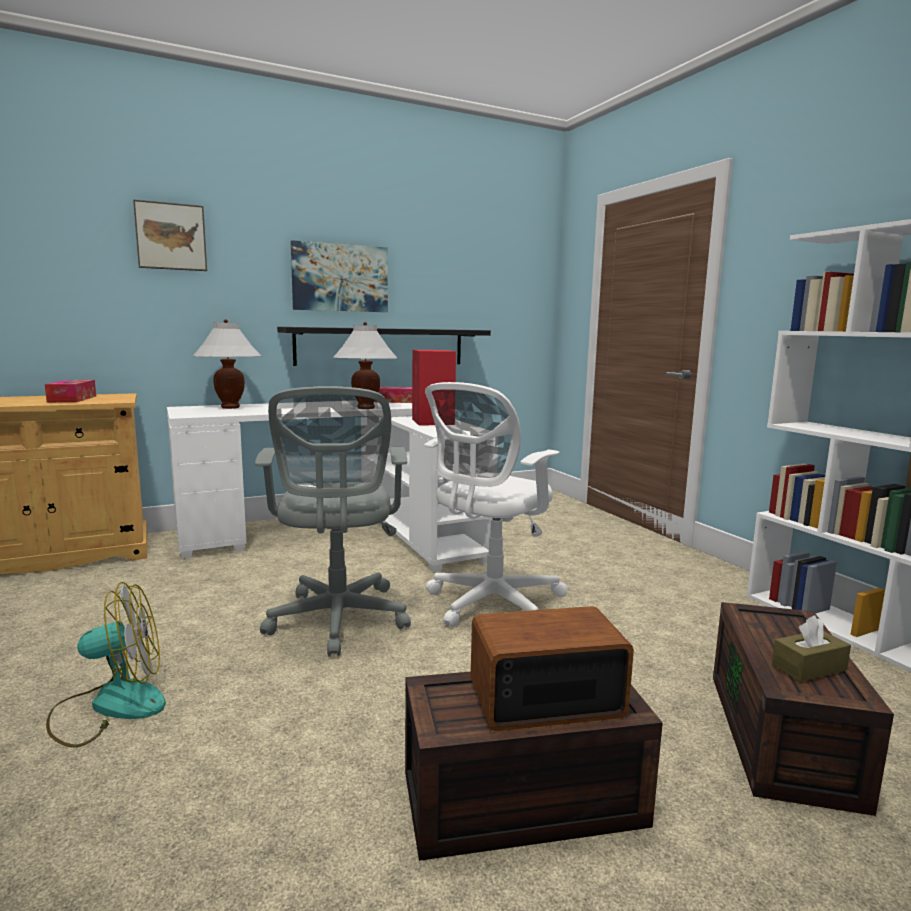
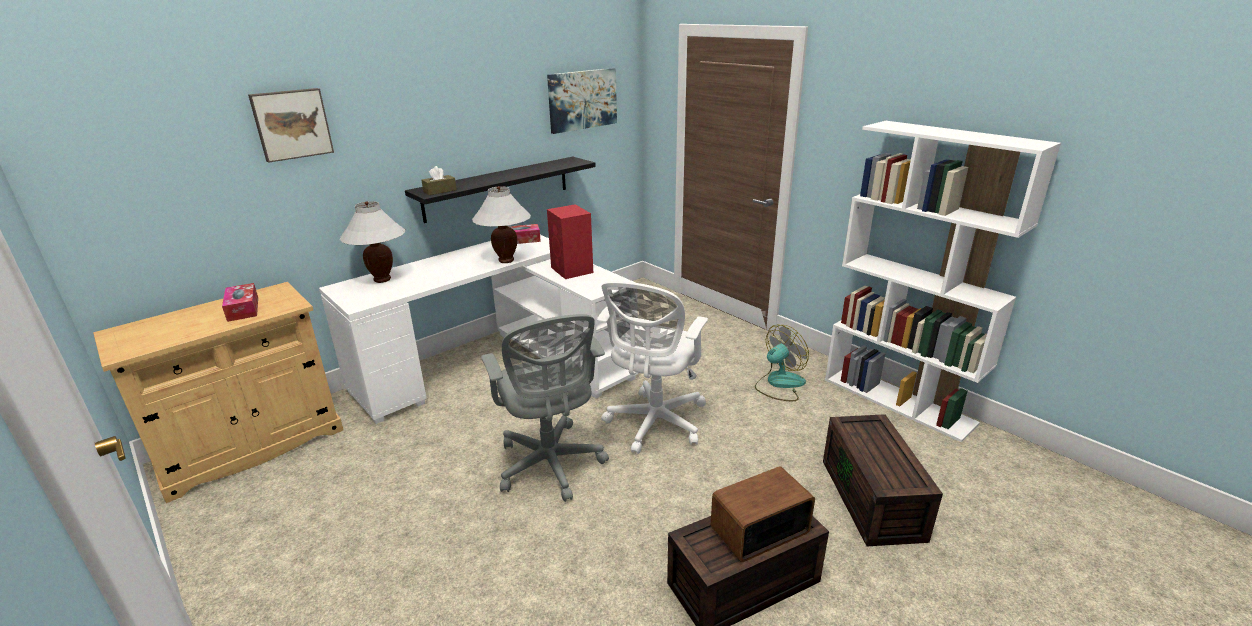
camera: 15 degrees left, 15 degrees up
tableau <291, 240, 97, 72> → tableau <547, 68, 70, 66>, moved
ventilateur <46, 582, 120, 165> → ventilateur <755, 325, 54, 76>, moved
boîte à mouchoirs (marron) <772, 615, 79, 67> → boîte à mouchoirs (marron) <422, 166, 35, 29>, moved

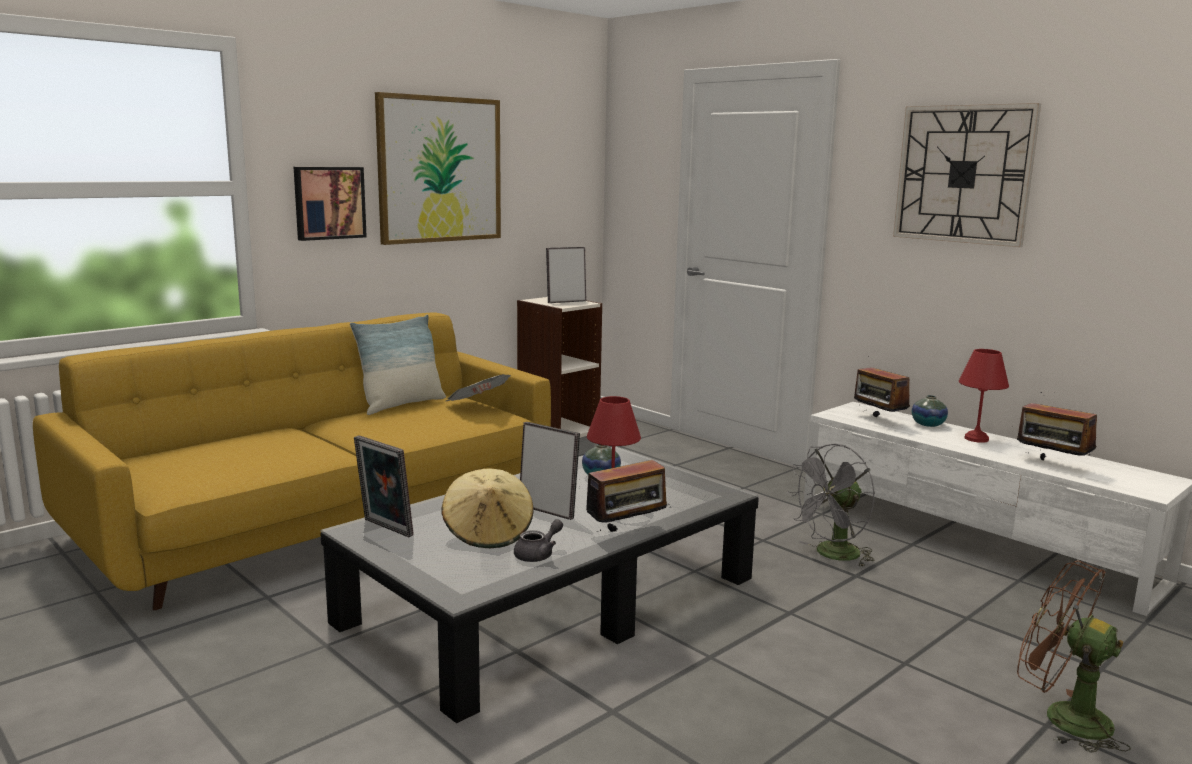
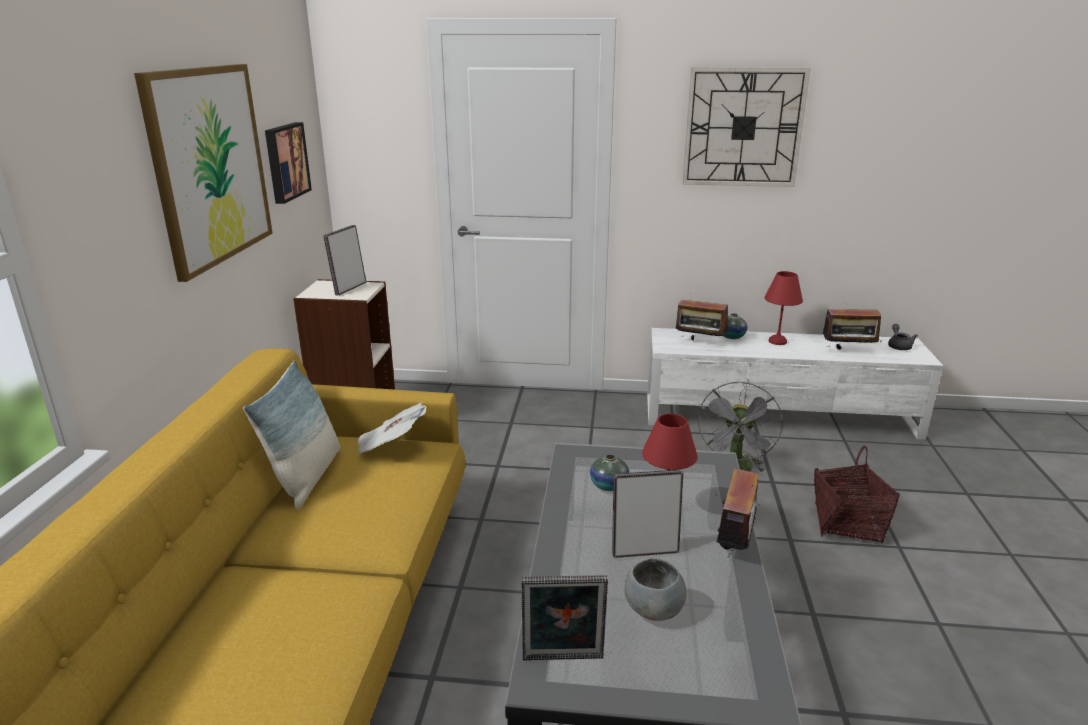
camera: 40 degrees left, 10 degrees up
tableau <294, 167, 73, 74> → tableau <265, 122, 47, 82>, moved
chapeau (beige) <441, 469, 92, 79> → bol (gris) <625, 558, 62, 63>
théière (gris) <514, 519, 49, 43> → théière (gris) <888, 324, 30, 26>, moved
ventilateur (marron) <1017, 560, 114, 193> → -
- → panier <814, 445, 86, 98>

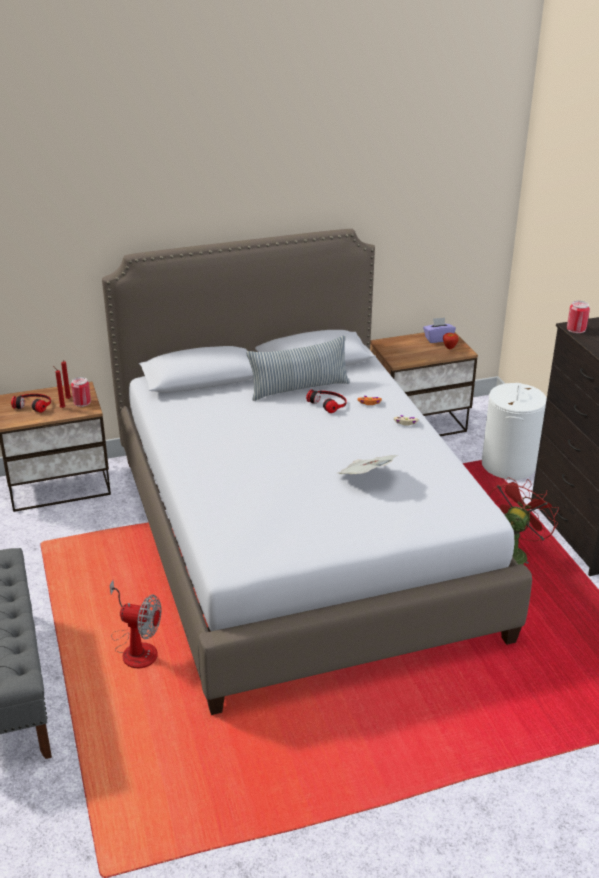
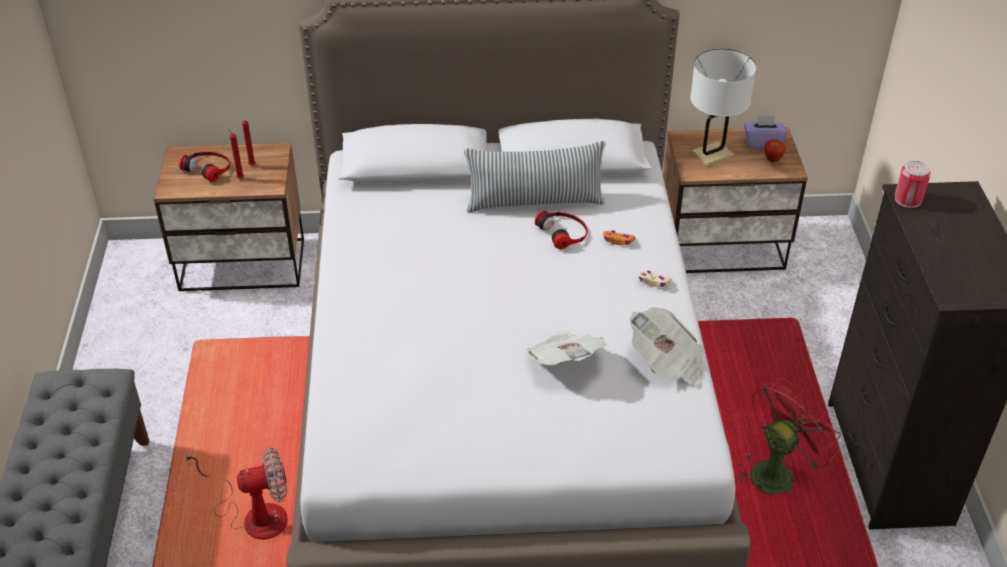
camera: 15 degrees right, 10 degrees up
boîte métallique <71, 377, 20, 30> → -
panier à linge (blanc) <482, 383, 65, 97> → -
ventilateur <110, 580, 51, 88> → ventilateur <184, 448, 104, 91>, 45 degrees counterclockwise
- → lampe de table (blanc) <690, 49, 66, 118>
- → journal <630, 307, 74, 78>

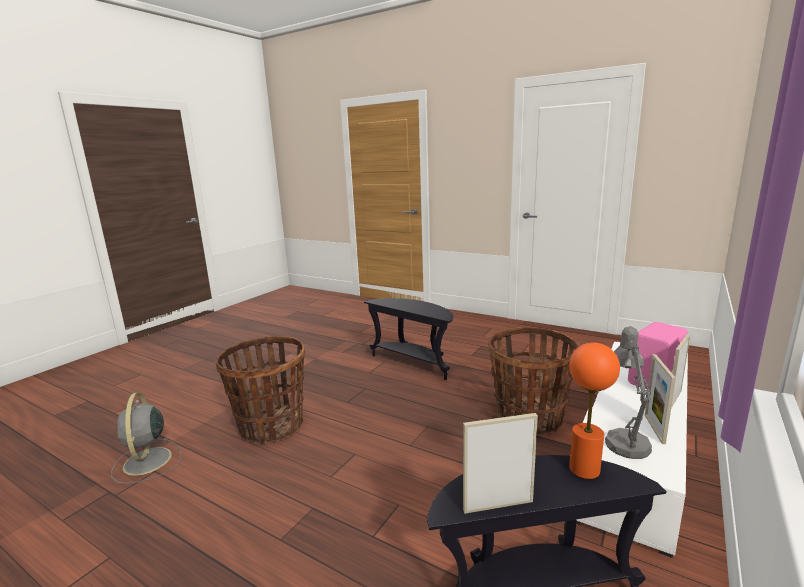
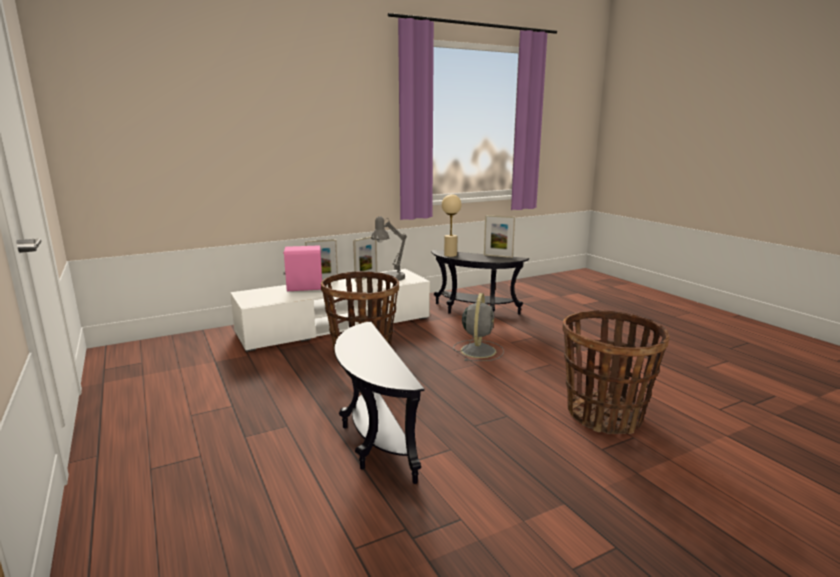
camera: 150 degrees left, 0 degrees up
lampe de table (orange) <569, 342, 51, 137> → lampe de table (beige) <442, 194, 19, 63>
ventilateur (gris) <111, 392, 71, 92> → ventilateur (gris) <453, 293, 51, 68>, moved

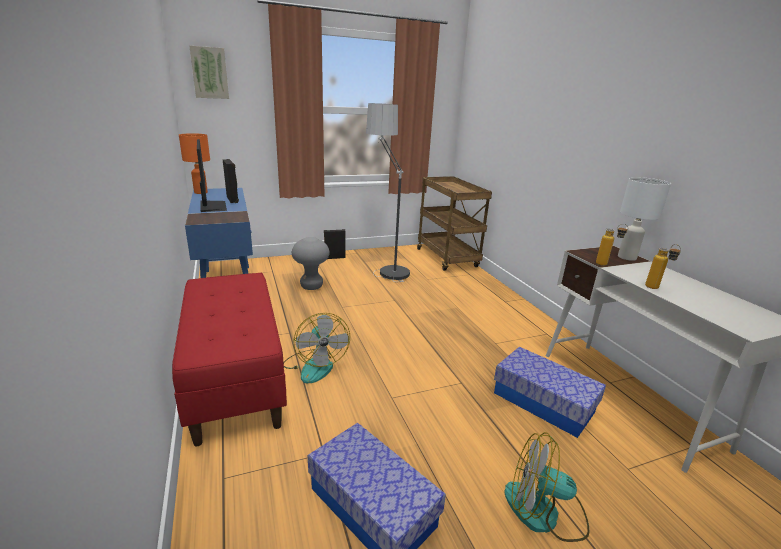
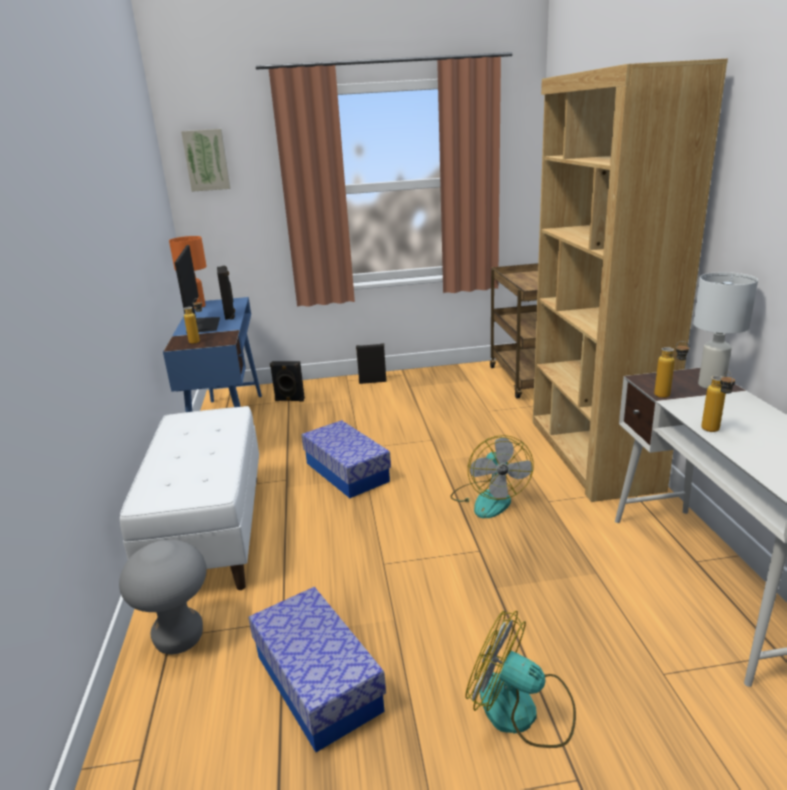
camera: 15 degrees right, 0 degrees up
lampadaire <366, 103, 44, 179> → -
tabouret (gris) <292, 237, 38, 53> → tabouret (gris) <119, 539, 87, 115>, moved
banc (rouge) <172, 273, 115, 174> → banc (blanc) <120, 406, 139, 184>
ventilateur <284, 313, 66, 70> → ventilateur <450, 435, 83, 83>, moved
boîte de rangement <494, 347, 112, 91> → boîte de rangement <302, 420, 89, 78>, moved
- → bibliothèque (marron) <533, 58, 195, 444>
- → bouteille <184, 298, 18, 46>
- → enceinte (noir) <270, 361, 35, 40>

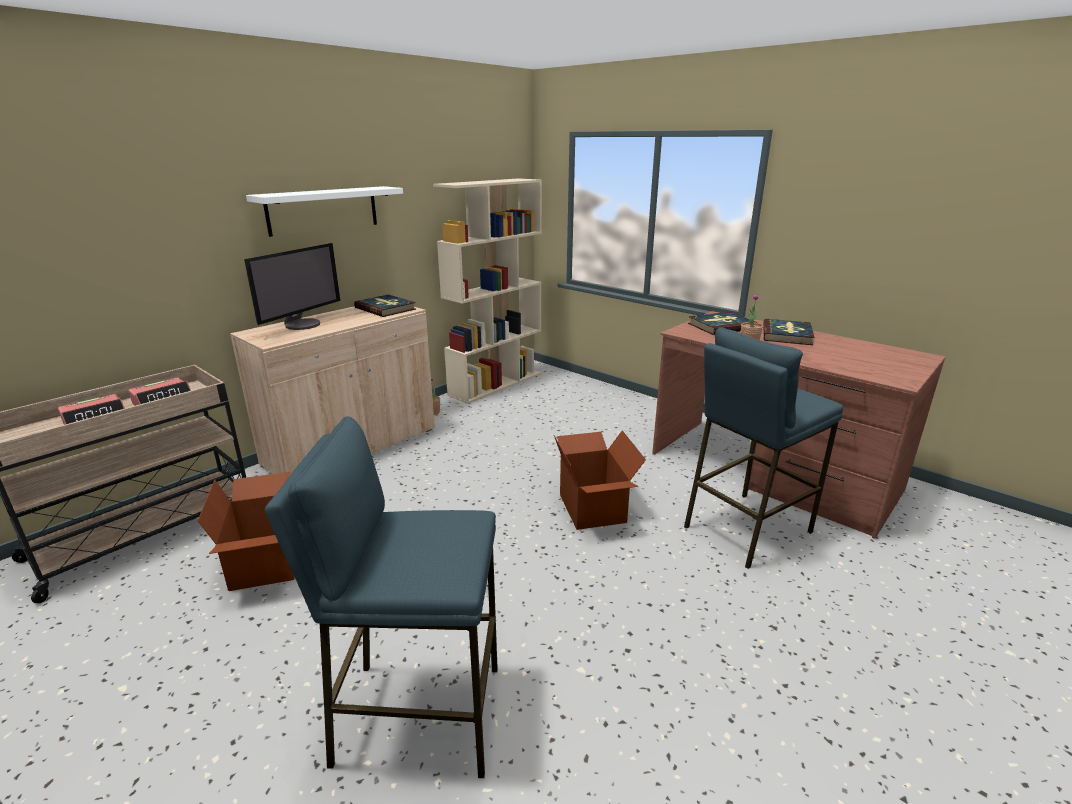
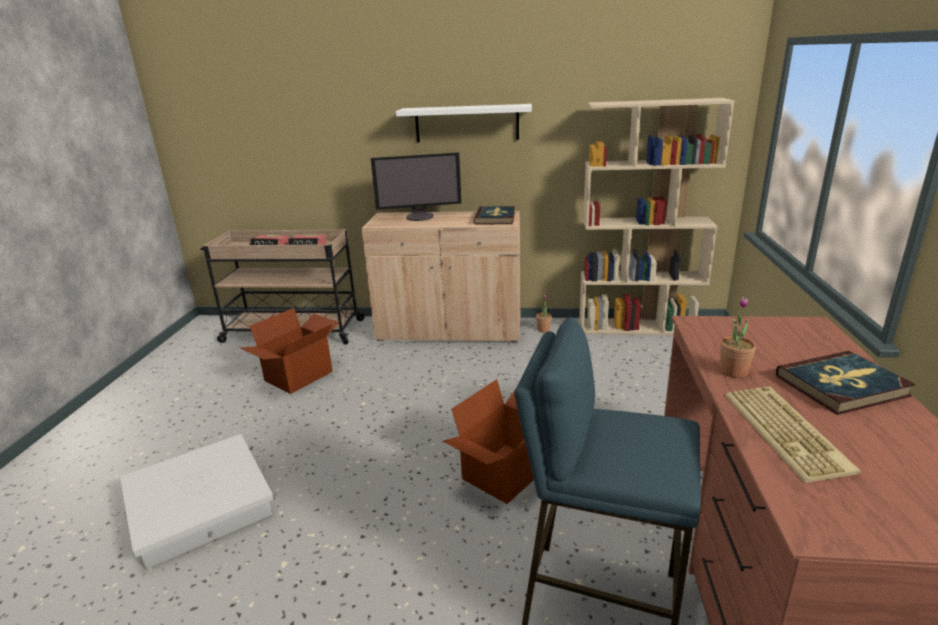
camera: 55 degrees right, 0 degrees up
livre <688, 312, 69, 23> → -
tabouret (bleu) <265, 416, 233, 362> → boîte de rangement (blanc) <120, 434, 154, 135>
- → clavier <725, 386, 136, 97>

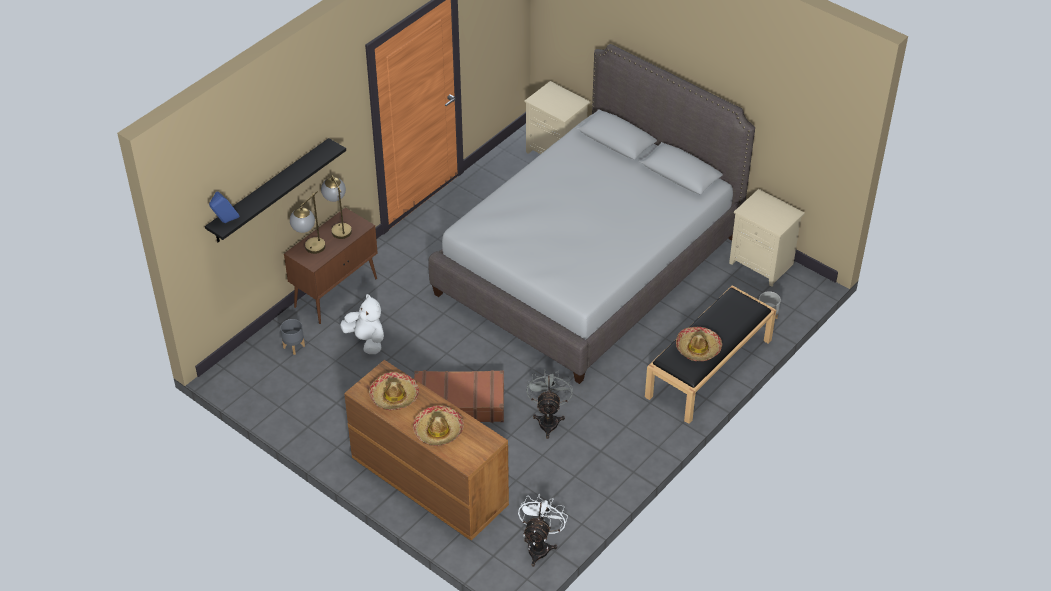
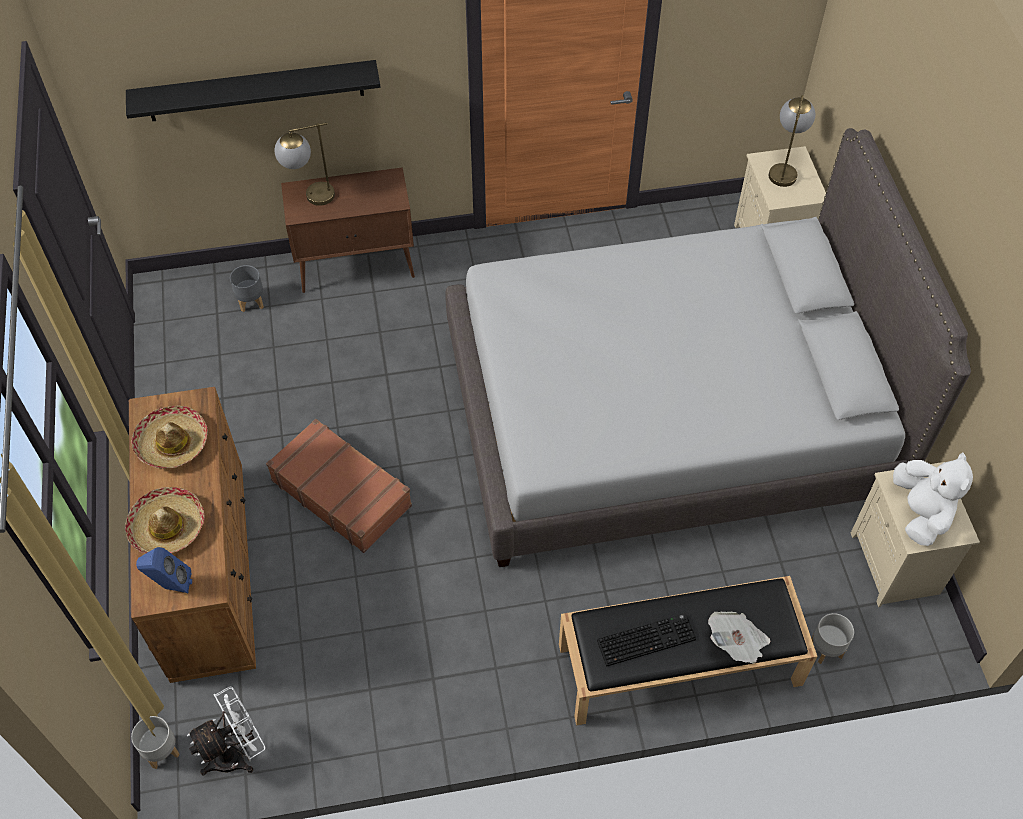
camera: 40 degrees right, 10 degrees up
lampe de table <321, 175, 31, 64> → lampe de table <769, 95, 46, 92>, moved
enceinte (bleu) <209, 192, 30, 31> → enceinte (bleu) <136, 547, 56, 46>, moved
peluche (blanc) <340, 294, 44, 60> → peluche (blanc) <893, 453, 80, 93>, moved
chapeau <676, 327, 46, 34> → clavier <597, 613, 99, 53>
ventilateur (gris) <527, 369, 46, 70> → -
- → journal <708, 612, 63, 52>
- → cache-pot (gris) <131, 716, 48, 53>

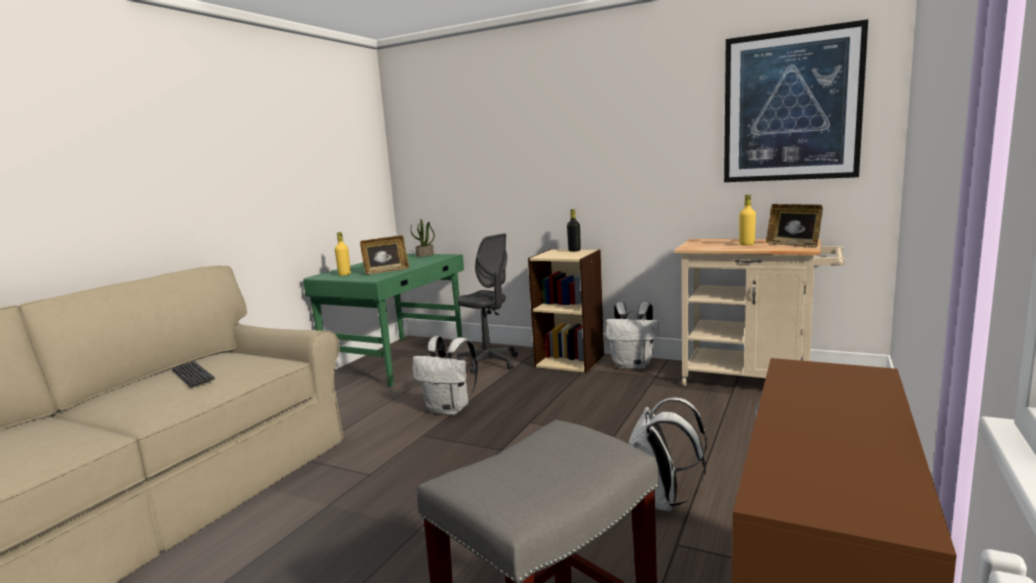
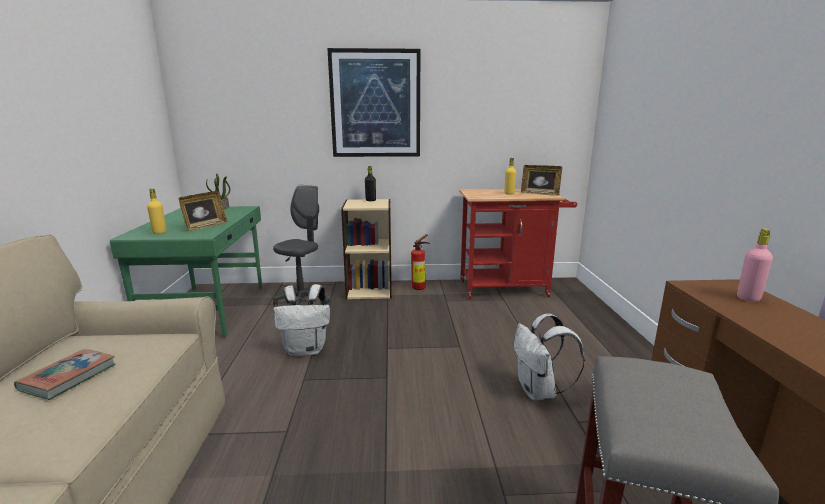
camera: 30 degrees left, 5 degrees up
tableau <724, 19, 144, 163> → tableau <327, 48, 93, 109>, moved
chaise de bureau (gris) <457, 233, 61, 141> → chaise de bureau (gris) <273, 185, 57, 121>, 75 degrees counterclockwise
chariot (beige) <674, 239, 172, 147> → chariot (rouge) <459, 189, 118, 110>
sac à dos (blanc) <606, 302, 53, 67> → extincteur <411, 234, 19, 56>
clavier <172, 361, 43, 27> → livre <14, 349, 102, 51>
- → bouteille (rose) <737, 228, 36, 74>

